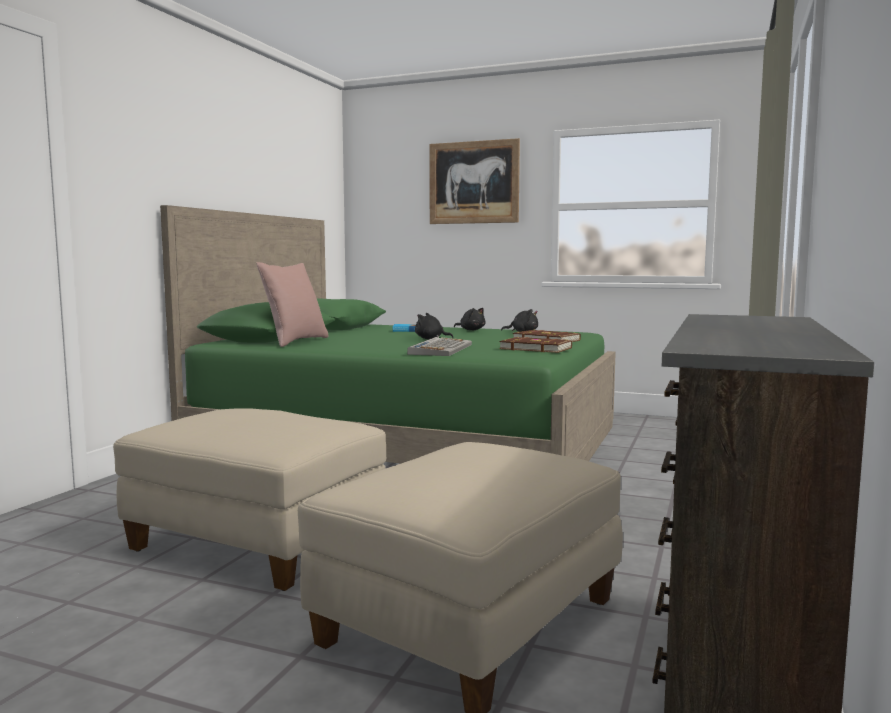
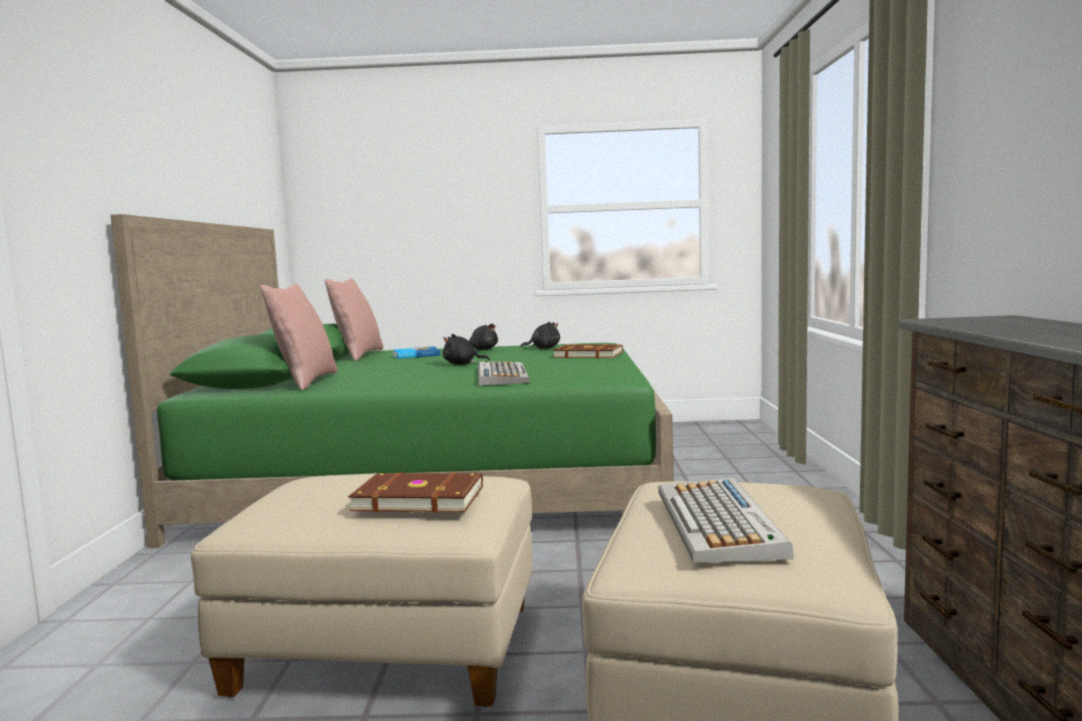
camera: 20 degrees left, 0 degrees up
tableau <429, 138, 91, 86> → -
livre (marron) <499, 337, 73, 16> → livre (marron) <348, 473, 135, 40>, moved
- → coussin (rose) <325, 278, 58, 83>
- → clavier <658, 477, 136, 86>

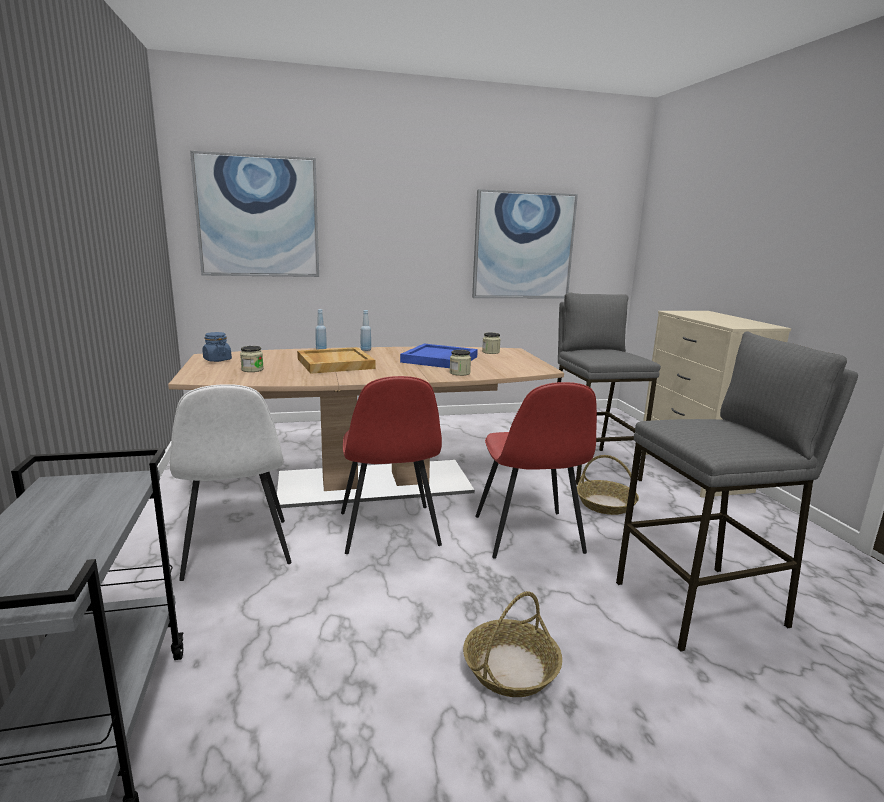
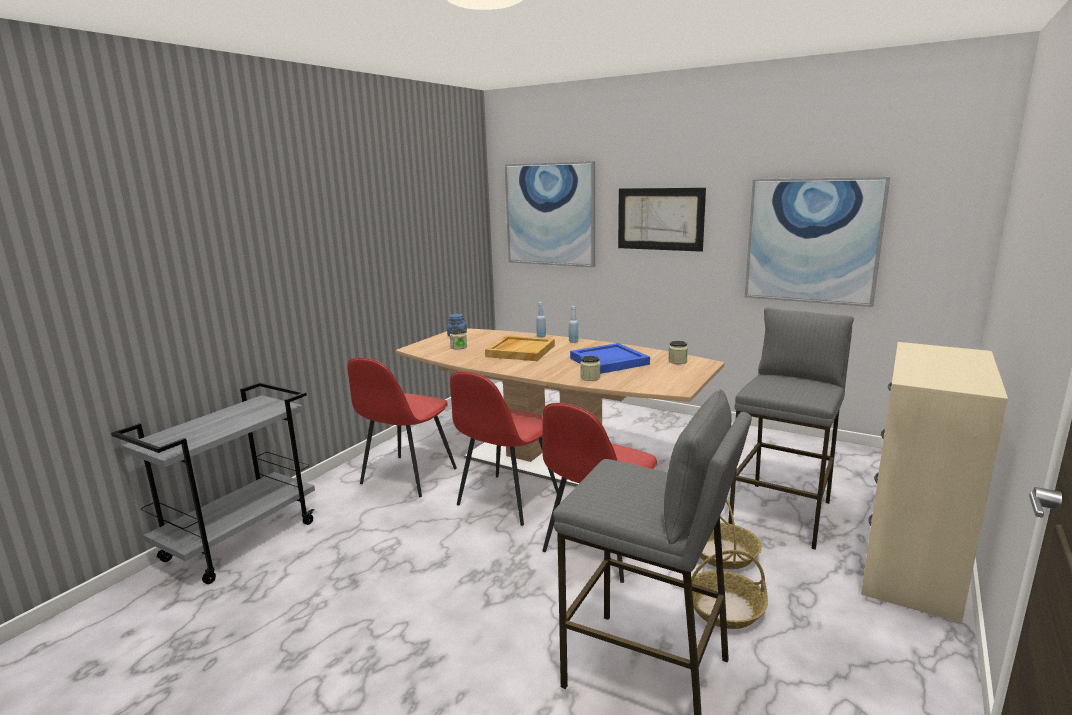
camera: 45 degrees right, 0 degrees up
chaise (blanc) <170, 384, 122, 197> → chaise (rouge) <347, 358, 110, 139>
panier <463, 591, 99, 106> → panier <691, 550, 77, 79>, moved
- → tableau <618, 188, 88, 64>

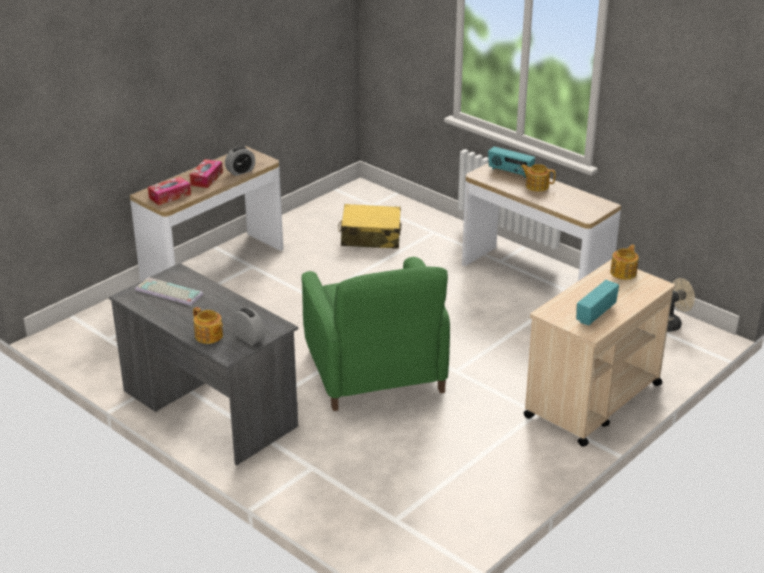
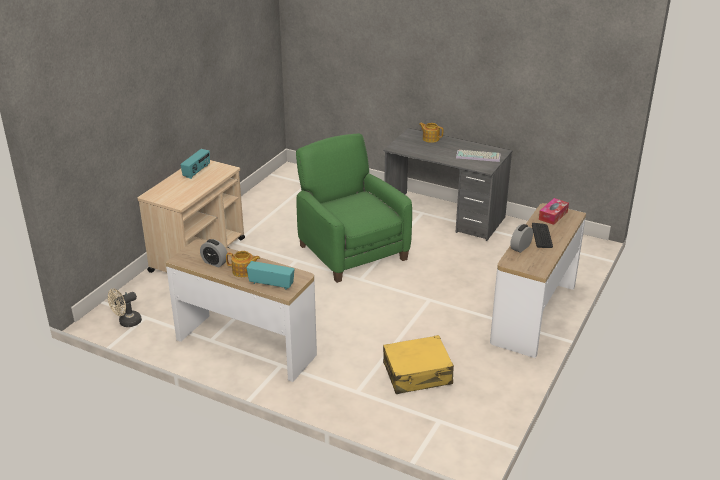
camera: 165 degrees right, 0 degrees up
boîte à mouchoirs <189, 159, 34, 29> → clavier <532, 223, 21, 25>
théière <610, 245, 29, 35> → -
réveil <232, 308, 33, 38> → réveil <200, 239, 28, 29>, moved

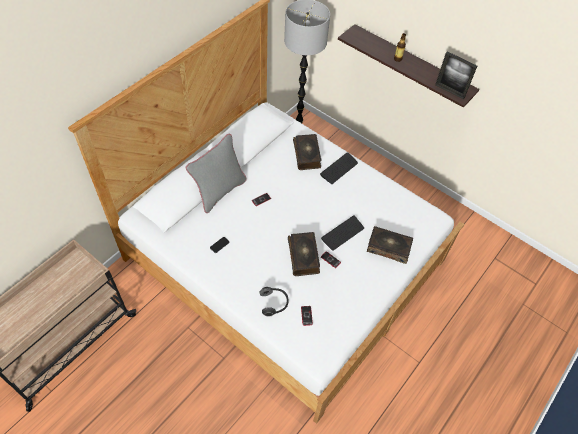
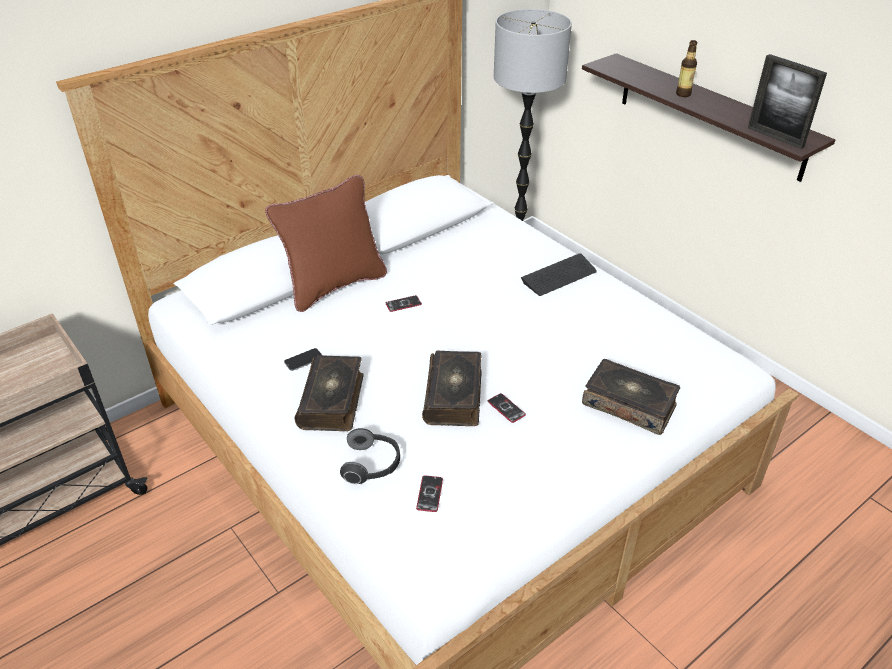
camera: 15 degrees right, 15 degrees down
coussin (gris) <185, 133, 62, 80> → coussin (marron) <265, 175, 122, 137>
livre <293, 134, 28, 36> → livre <294, 355, 69, 76>, moved
clavier <321, 216, 43, 35> → -

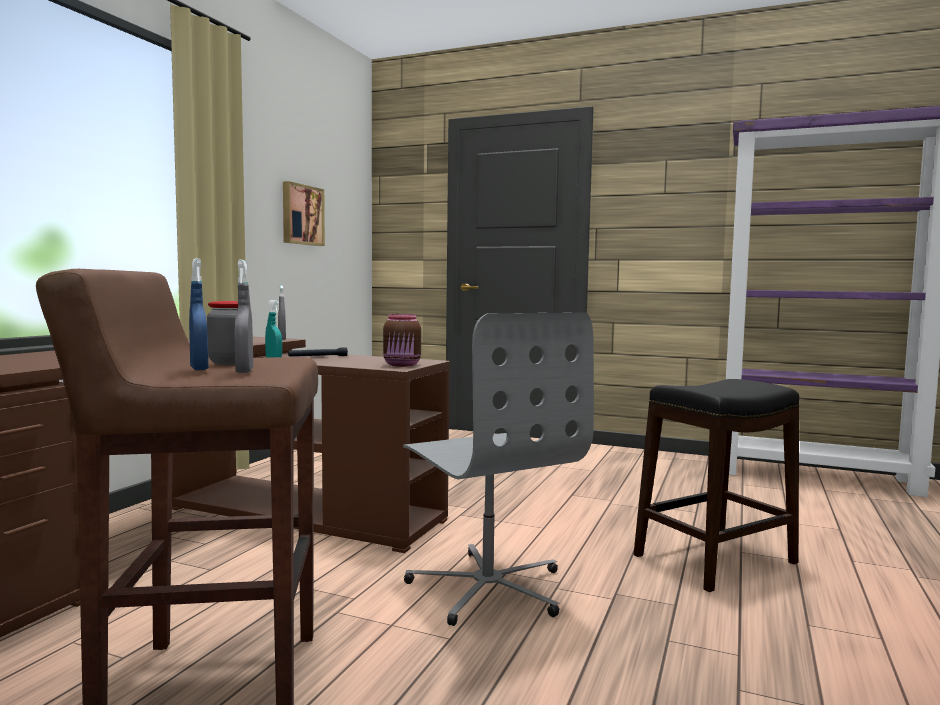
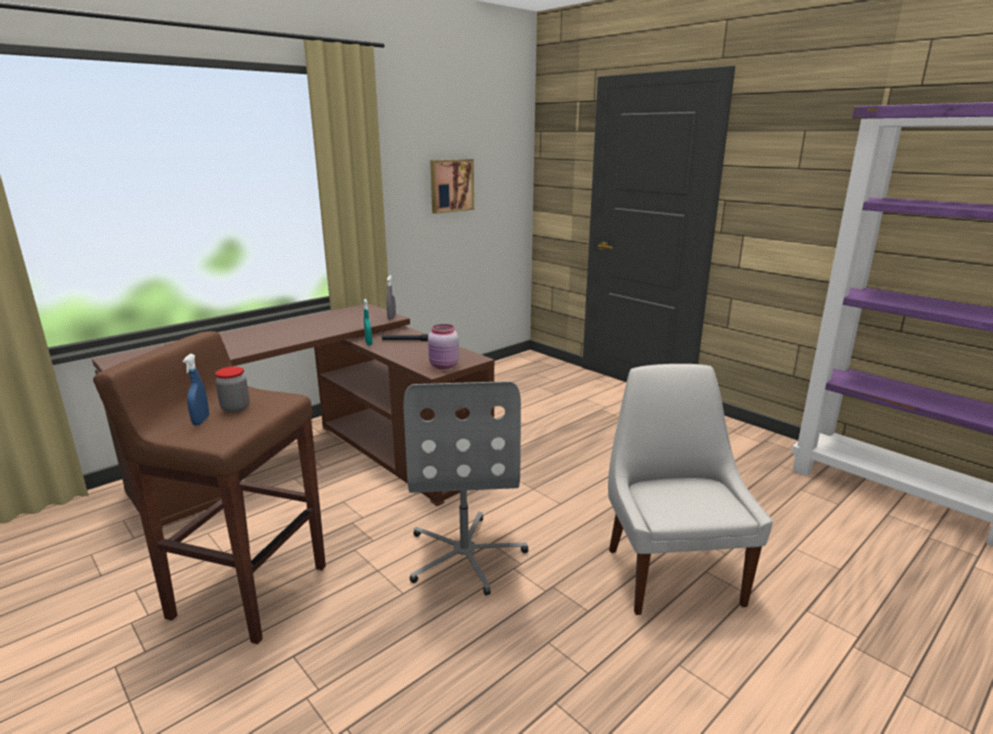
camera: 25 degrees right, 15 degrees up
vaporisateur (gris) <235, 259, 18, 114> → -
bocal (marron) <383, 314, 38, 53> → bocal (rose) <428, 324, 31, 45>
tabouret (noir) <634, 379, 166, 213> → chaise (blanc) <608, 364, 165, 251>

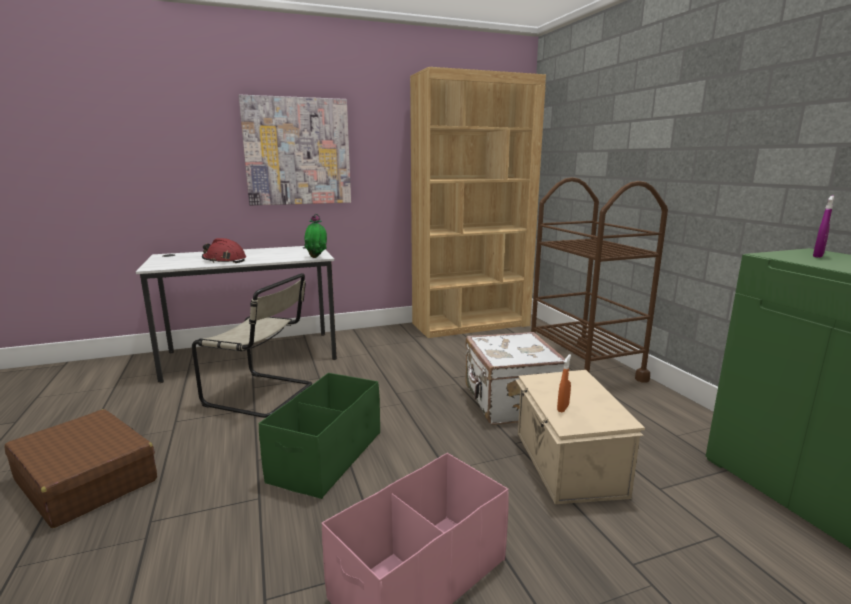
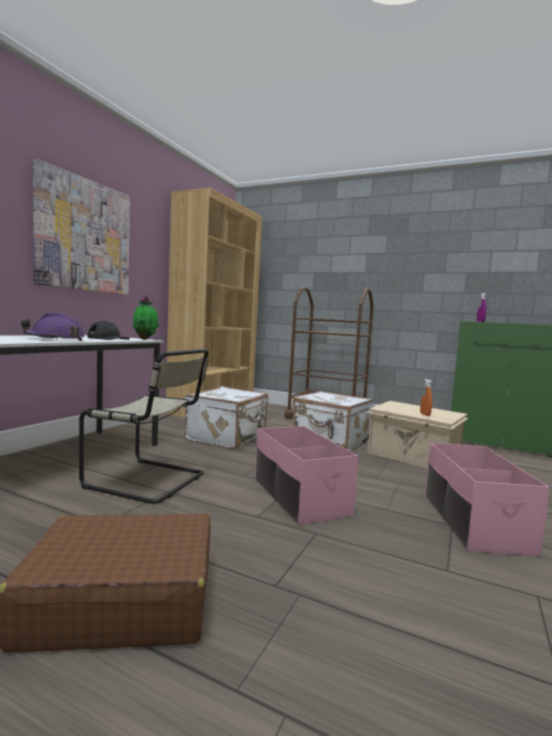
camera: 45 degrees left, 10 degrees down
casque de chantier (rouge) <202, 238, 44, 25> → casque de chantier (violet) <21, 313, 64, 28>
chaise (beige) <192, 273, 120, 145> → chaise (beige) <79, 349, 130, 155>, 45 degrees clockwise
boîte de rangement (vert) <258, 373, 122, 126> → boîte de rangement (rose) <255, 426, 103, 99>
- → casquette (noir) <87, 321, 43, 19>
- → valise (blanc) <185, 387, 83, 62>

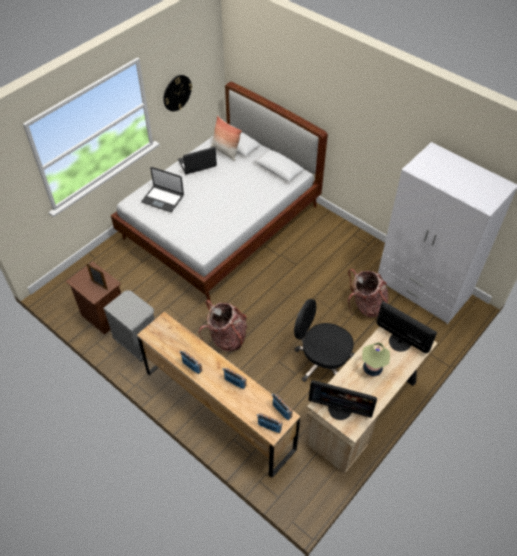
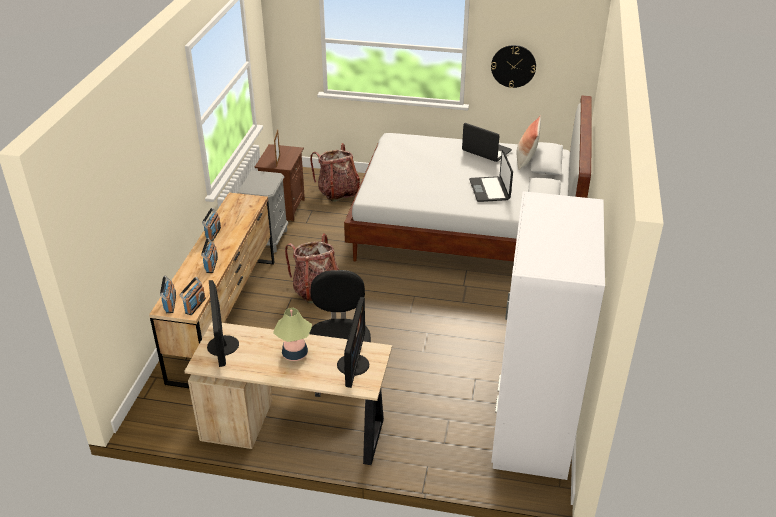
camera: 60 degrees right, 15 degrees down
ordinateur portable <141, 167, 43, 45> → ordinateur portable <469, 150, 44, 52>, moved
sac à dos <348, 269, 40, 49> → sac à dos <310, 143, 50, 59>, moved

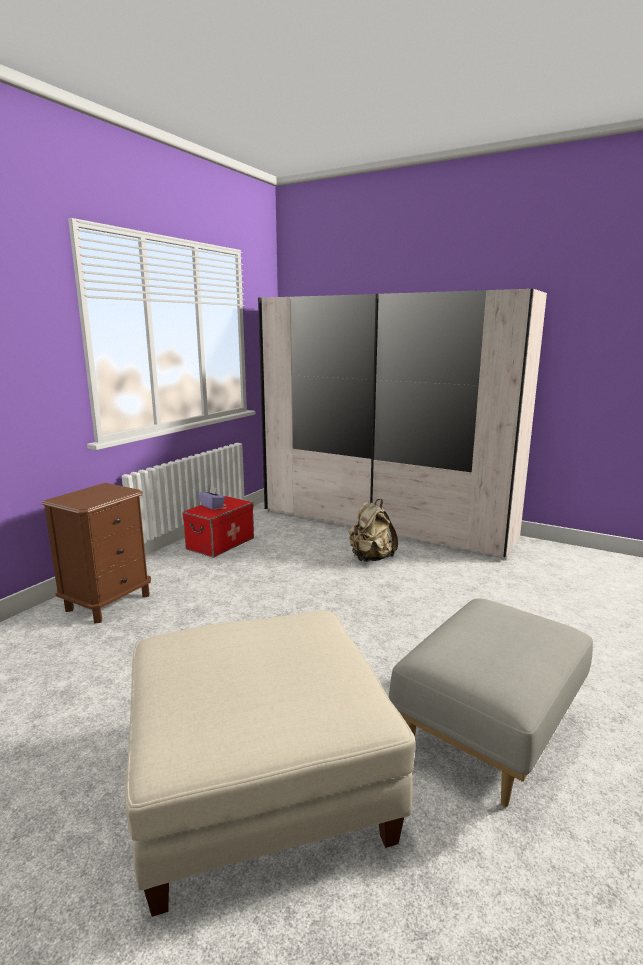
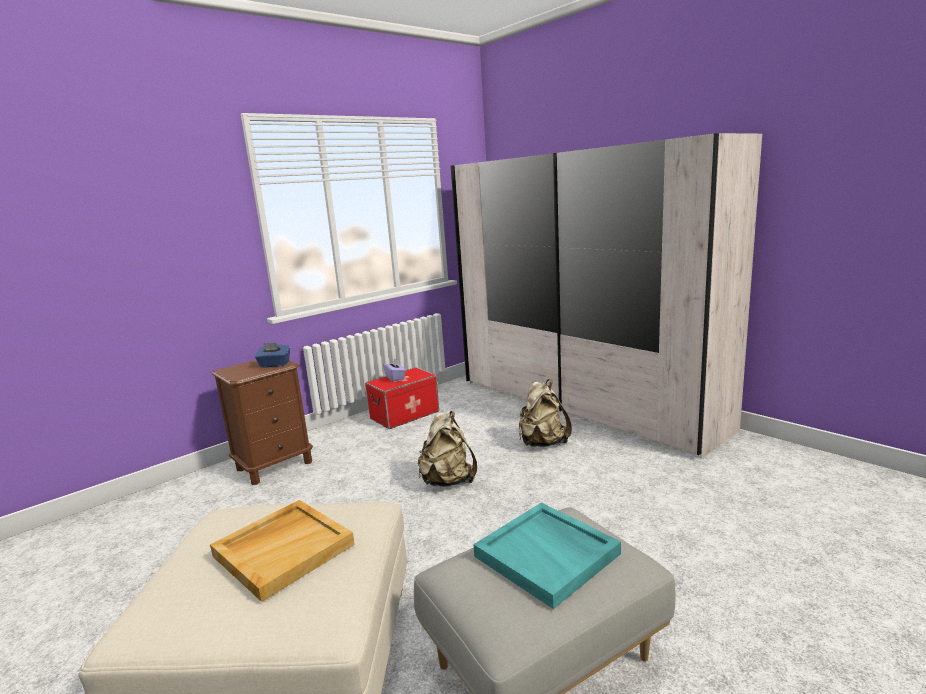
camera: 20 degrees right, 0 degrees up
- → boîte à mouchoirs (bleu) <255, 343, 35, 25>
- → sac à dos (beige) <418, 411, 59, 76>
- → plateau (beige) <210, 500, 145, 102>
- → plateau (turquoise) <474, 502, 147, 107>

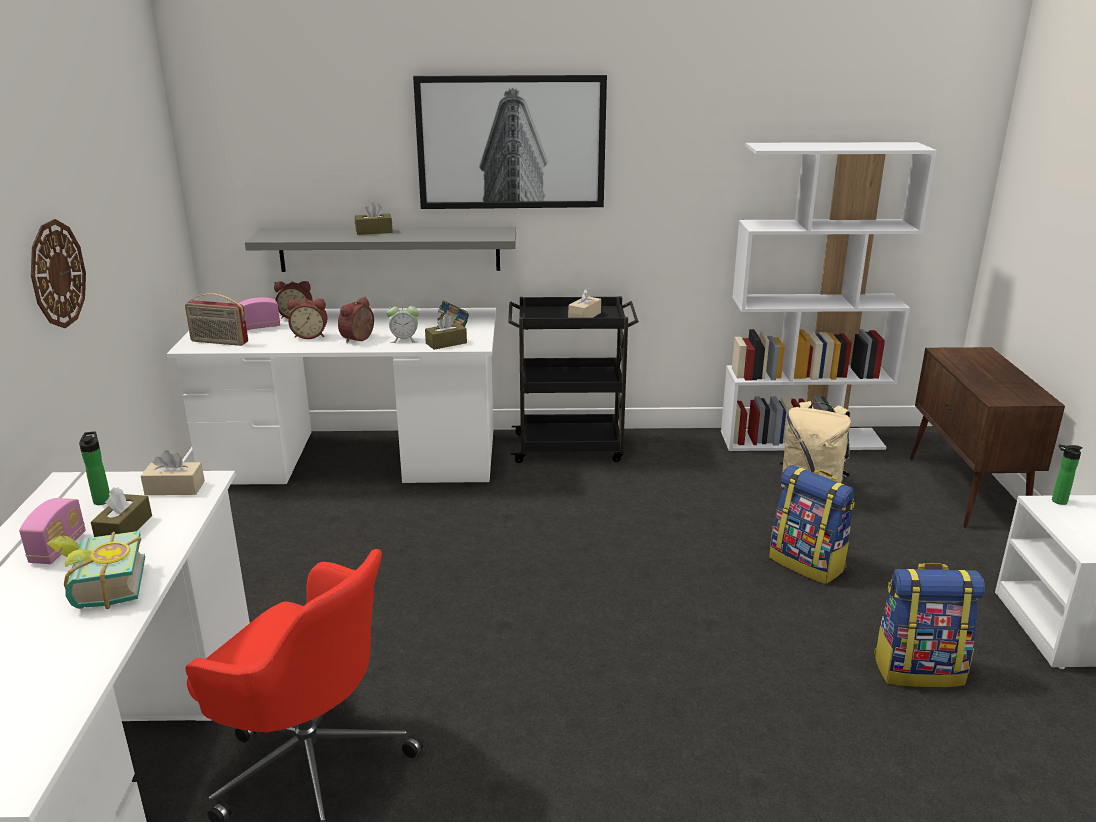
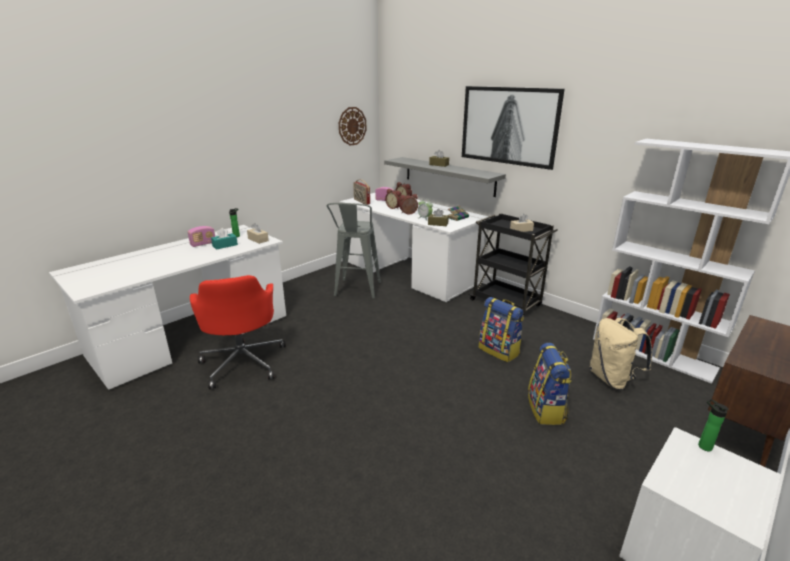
camera: 45 degrees right, 0 degrees up
horloge murale <31, 219, 55, 109> → horloge murale <339, 107, 27, 39>, moved
boîte à mouchoirs (marron) <91, 487, 61, 50> → boîte à mouchoirs (turquoise) <211, 228, 27, 22>
livre <47, 531, 98, 78> → -
sac à dos <873, 563, 112, 124> → sac à dos <479, 297, 45, 65>, moved
- → tabouret (gris) <327, 203, 54, 96>

